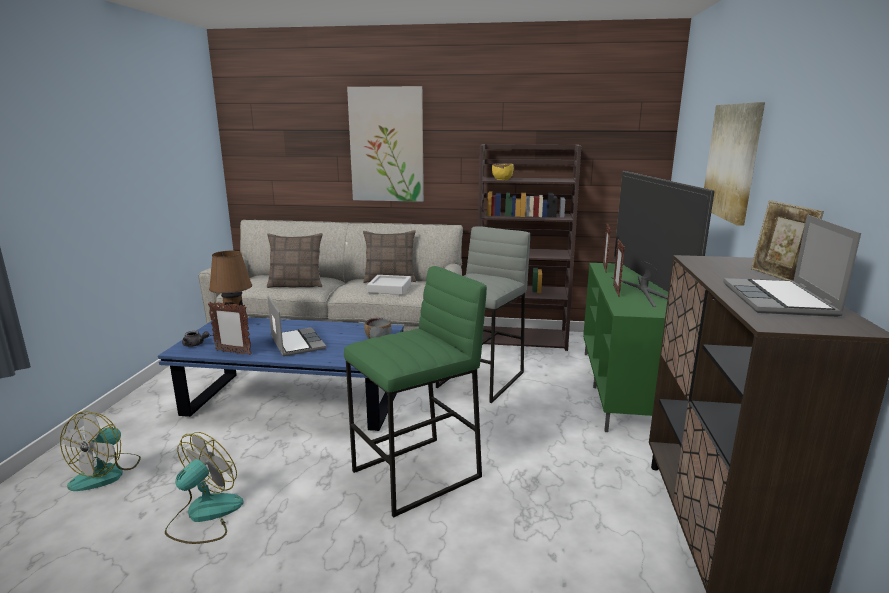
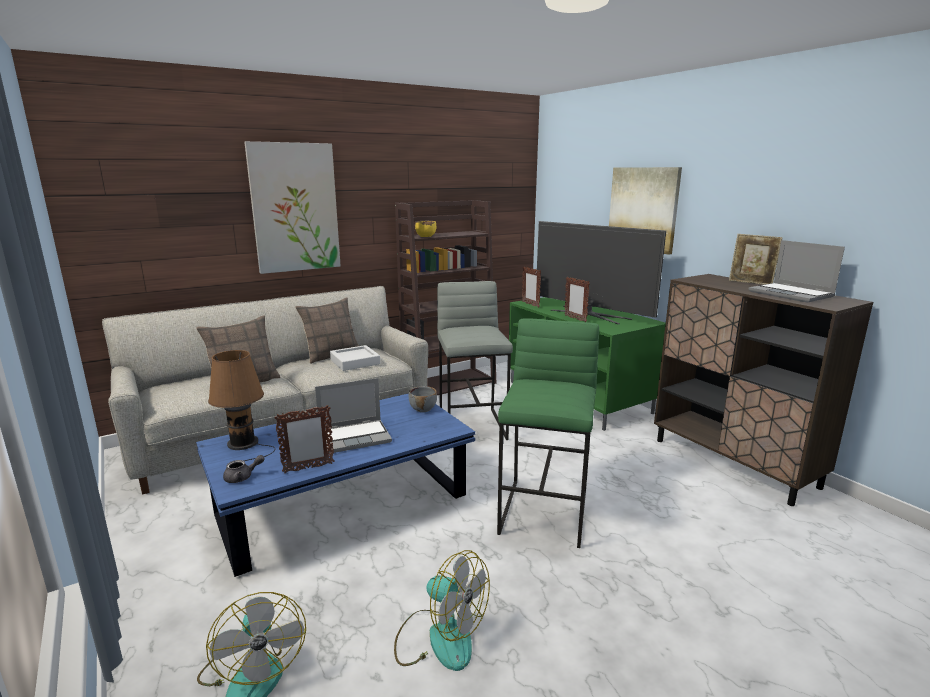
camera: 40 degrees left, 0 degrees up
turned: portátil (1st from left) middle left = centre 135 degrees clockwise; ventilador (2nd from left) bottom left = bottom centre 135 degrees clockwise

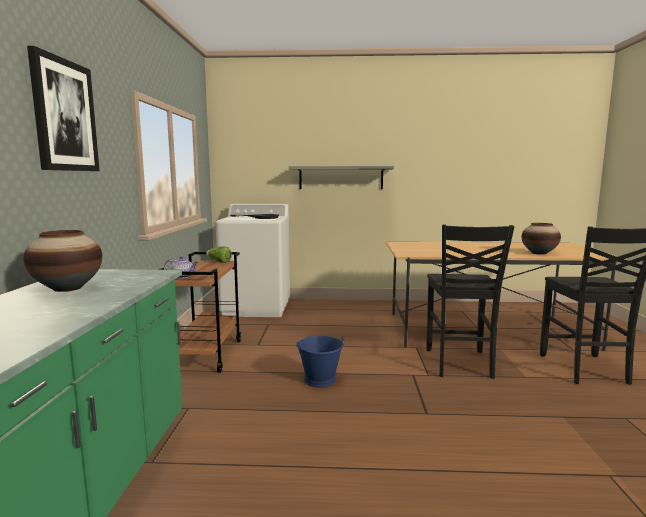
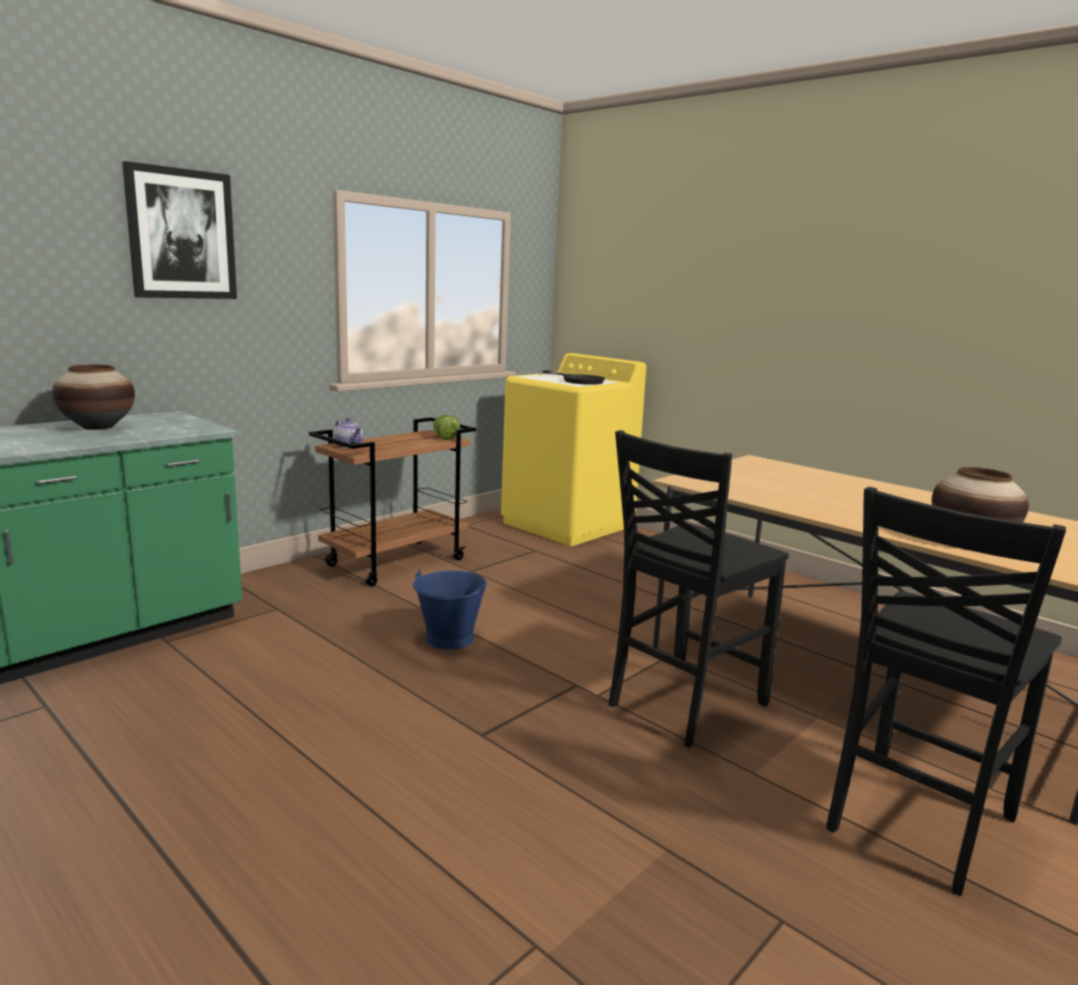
camera: 40 degrees right, 5 degrees up
removed: estante (gris) centre
recoloured: lavadora (blanco) centre to lavadora (amarillo) centre

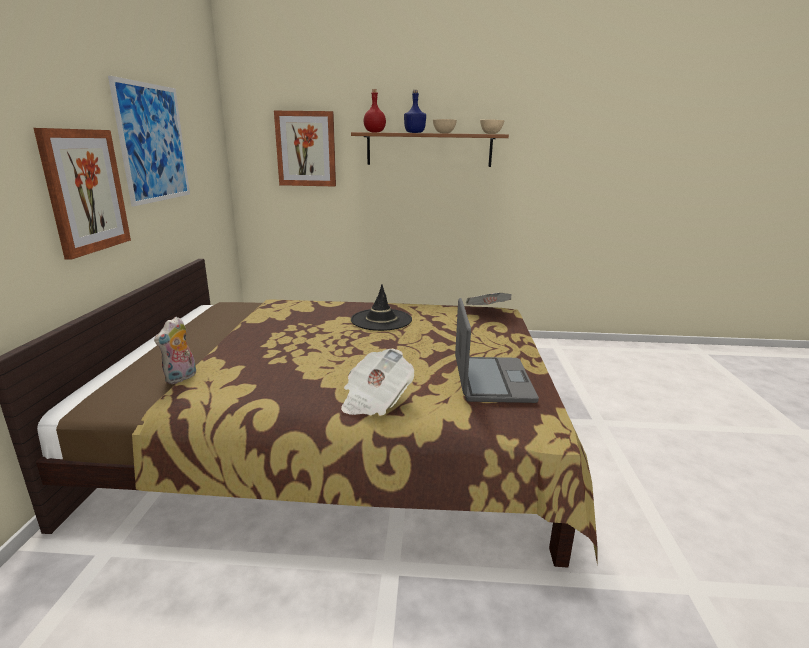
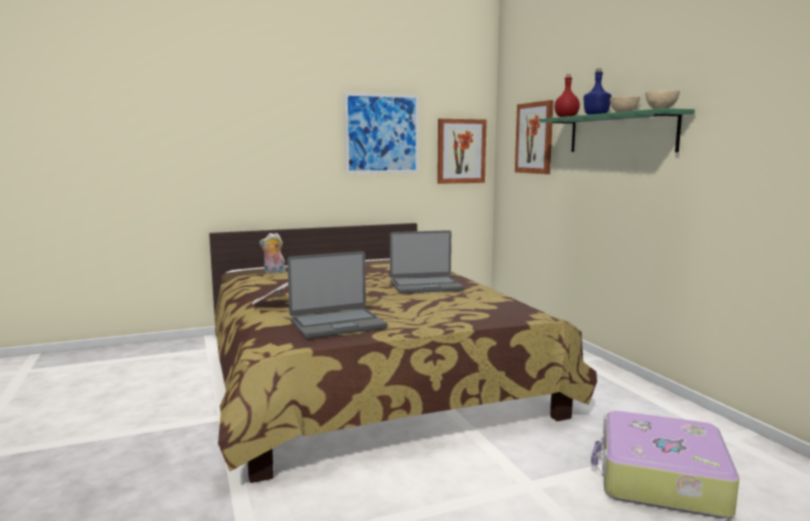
camera: 65 degrees right, 10 degrees down
removed: periódico (2nd from left) centre
added: maleta bottom right
moved: cuadro (1st from left in the first image) top left to cuadro (2nd from left) top centre
replaced: sombrero (negro) centre to portátil (2nd from left) centre
recoloured: estante (marrón) top centre to estante (verde) top right

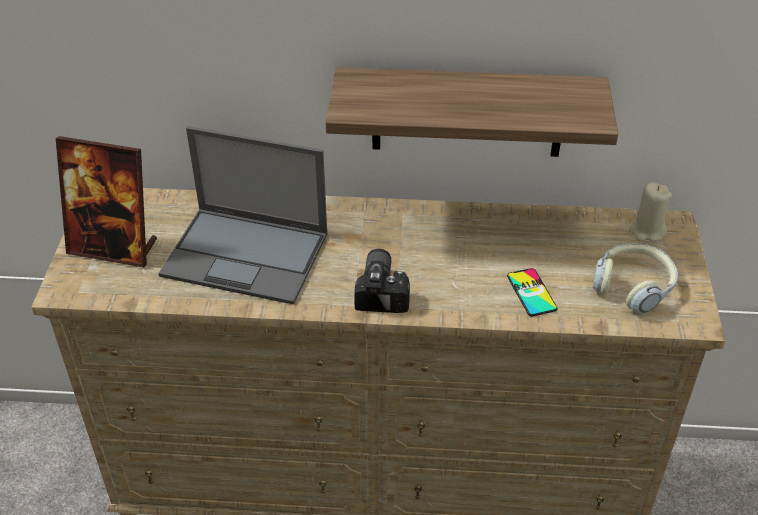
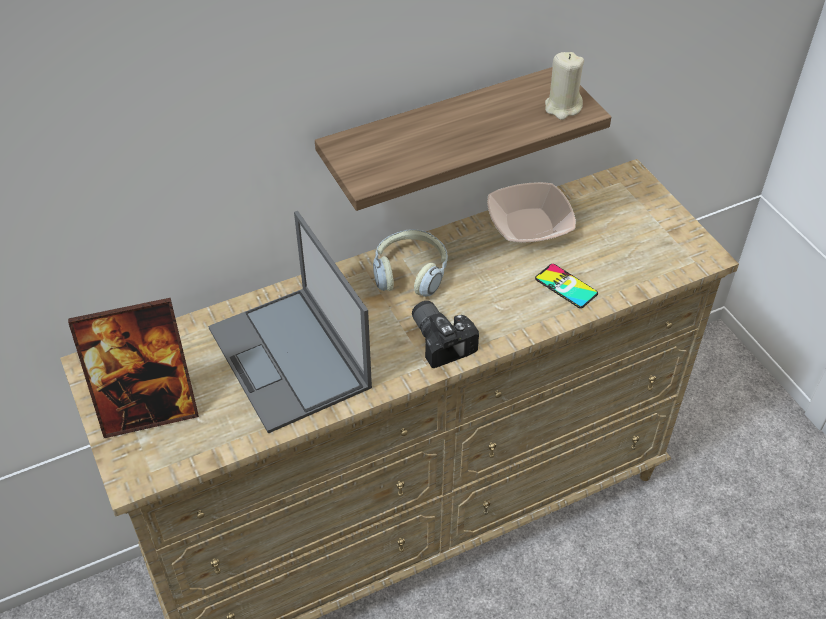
camera: 30 degrees left, 5 degrees up
added: cuenco centre
moved: vela (beis) middle right to top right; auriculares middle right to centre
turned: portátil middle left = centre 75 degrees clockwise

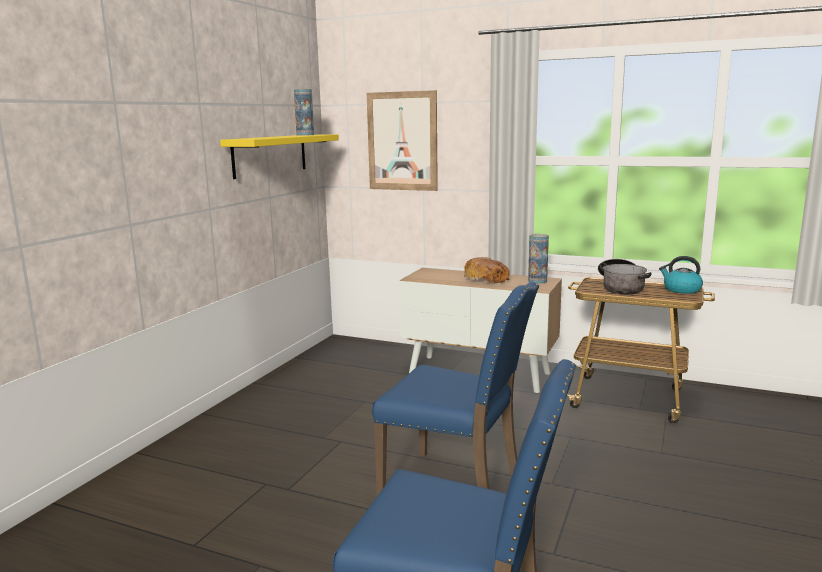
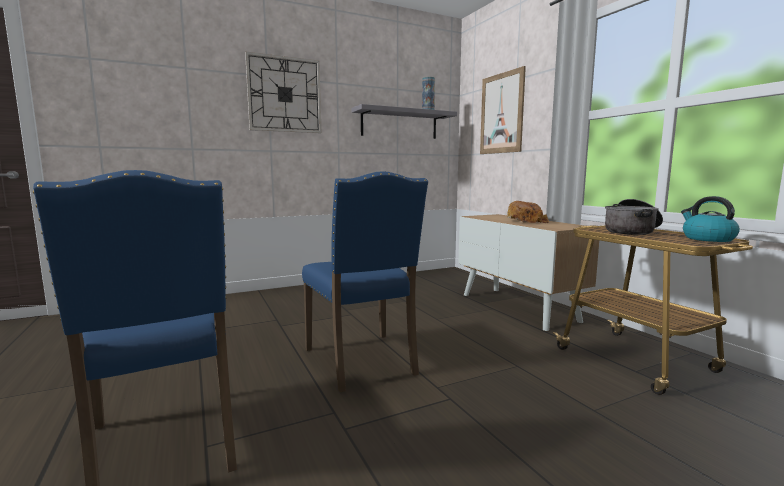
camera: 40 degrees right, 5 degrees down
removed: florero (2nd from left) centre
added: reloj de pared top centre
recoloured: estante (amarillo) top centre to estante (gris) top centre

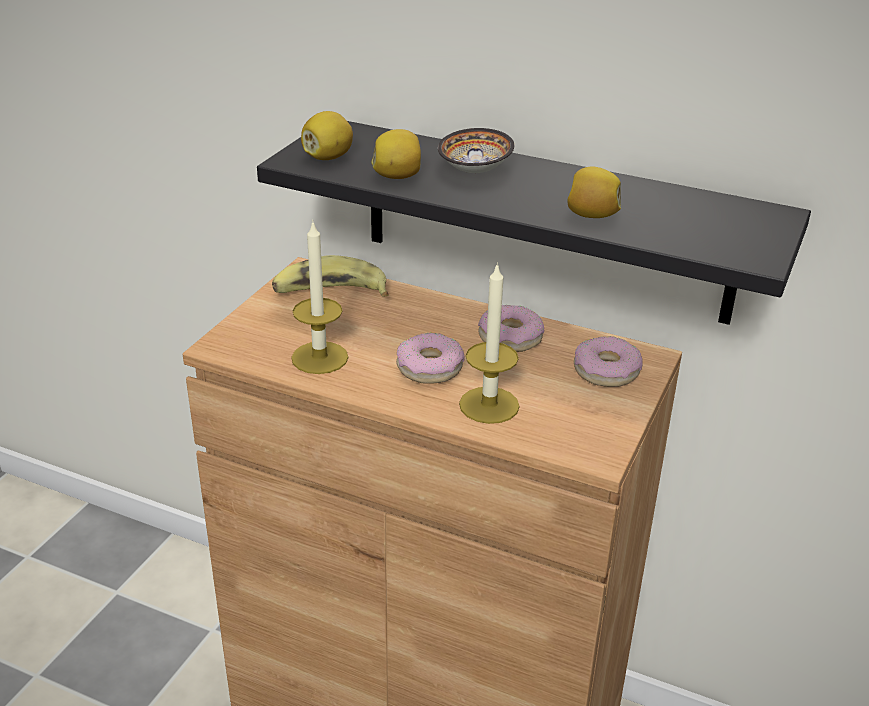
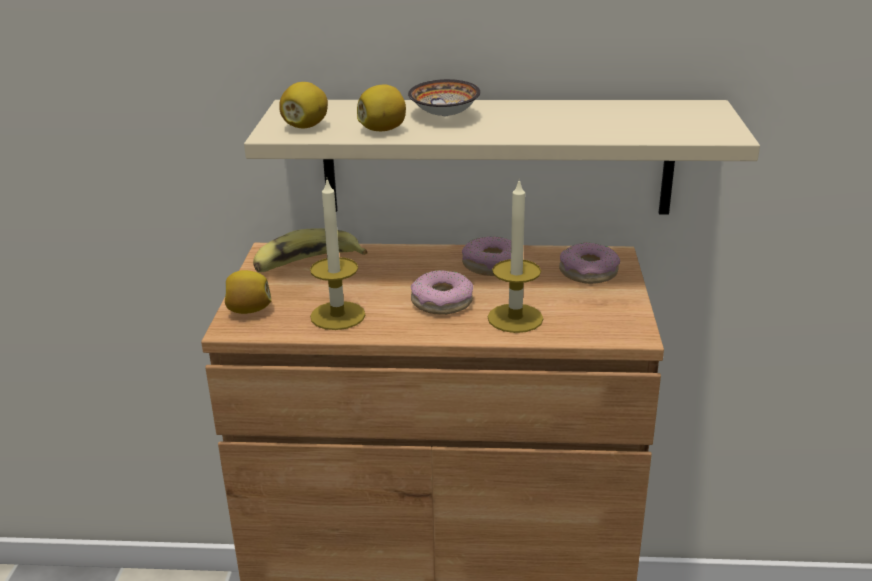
camera: 20 degrees left, 5 degrees down
moved: limón (3rd from left in the first image) top right to limón (1st from left) middle left
recoloured: estante (negro) top centre to estante (beis) top centre

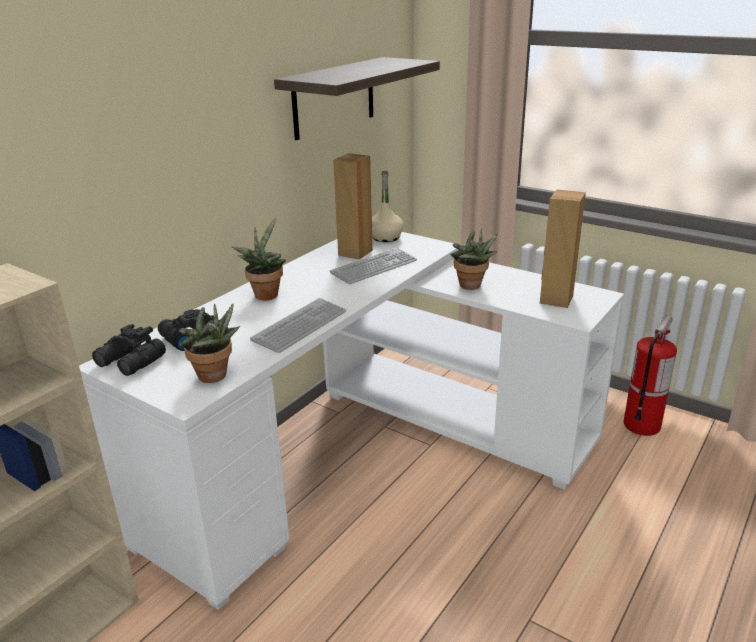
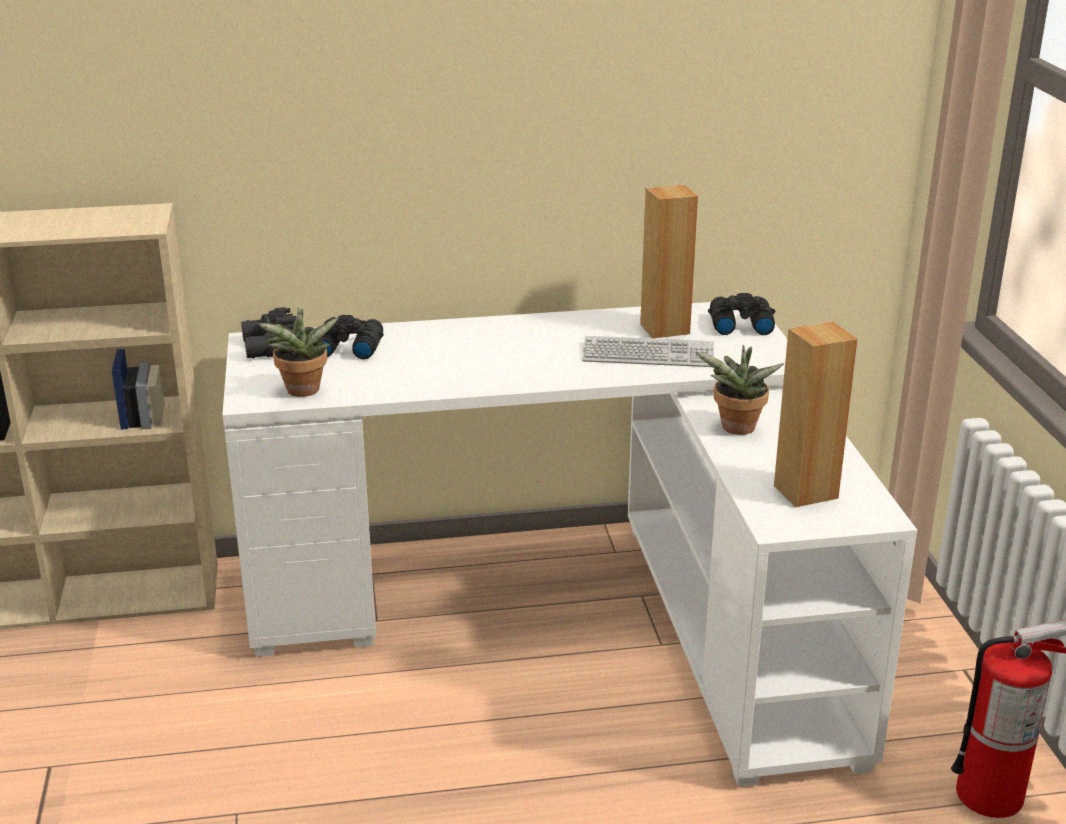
camera: 45 degrees right, 0 degrees up
removed: estante top centre; planta en maceta (2nd from left) centre; teclado (1st from left) centre
replaced: botella (beis) top centre to prismáticos (negro) (3rd from left) middle right

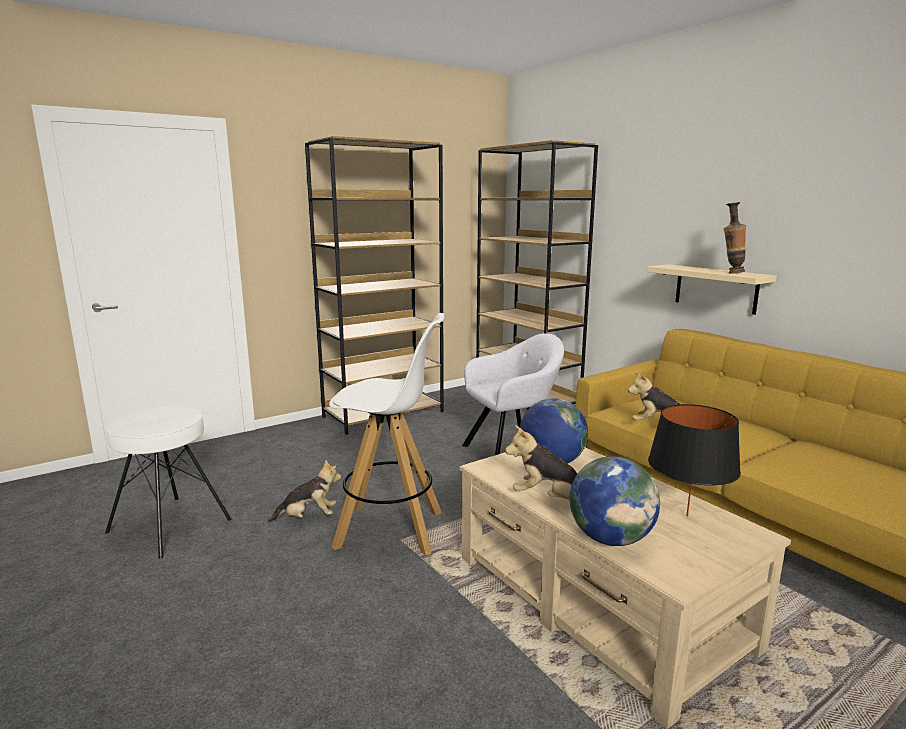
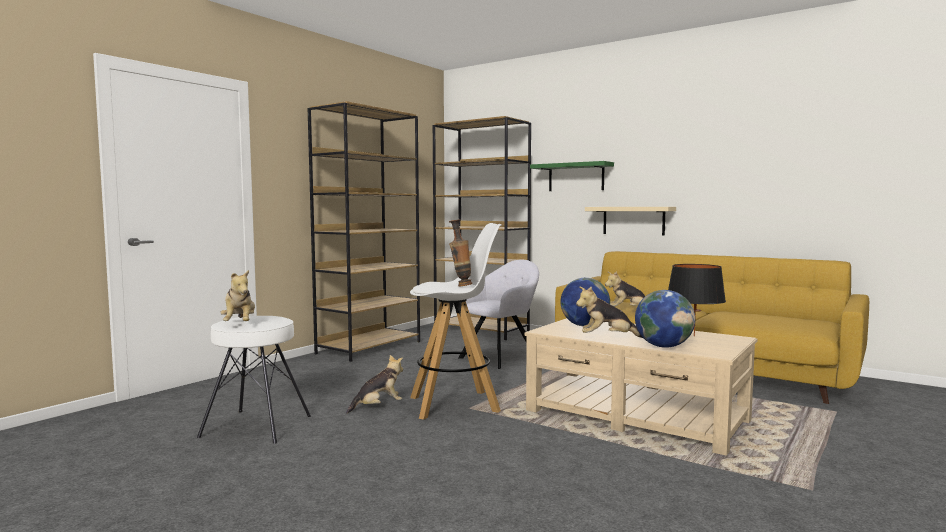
camera: 20 degrees left, 10 degrees down
added: estante (verde) top centre; peluche (1st from left) middle left
moved: florero top right to centre

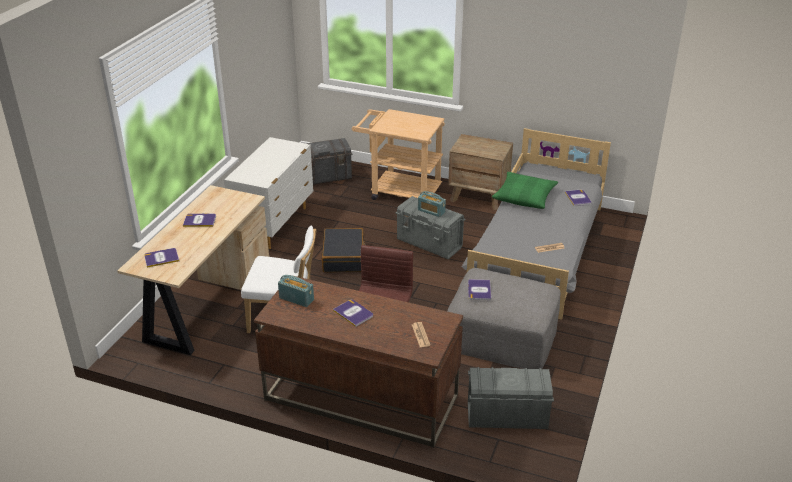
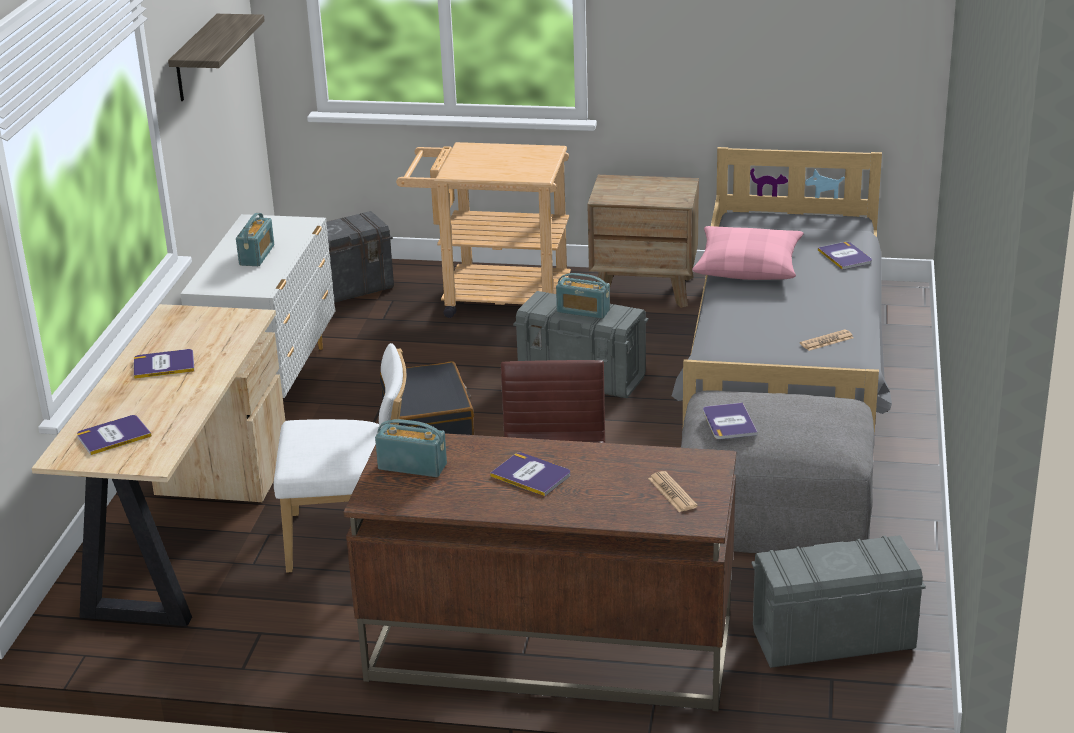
camera: 10 degrees left, 5 degrees down
added: estante top left; radio (1st from left) top left
recoloured: cojín (verde) centre to cojín (rosa) middle right

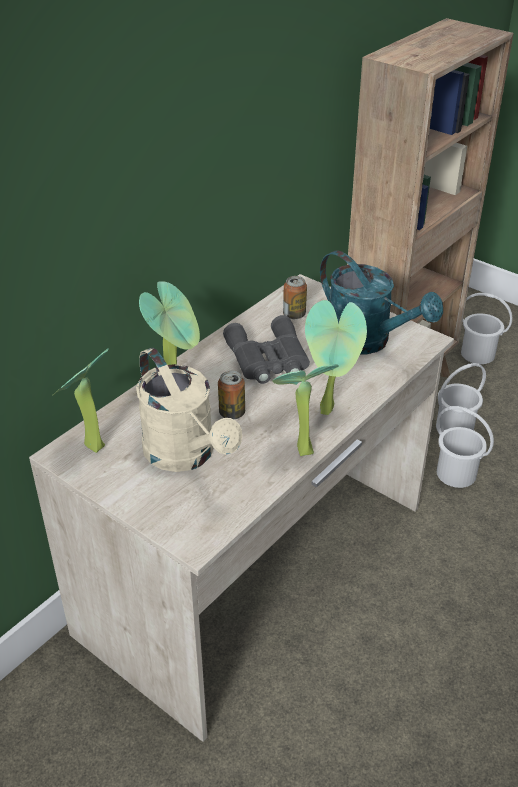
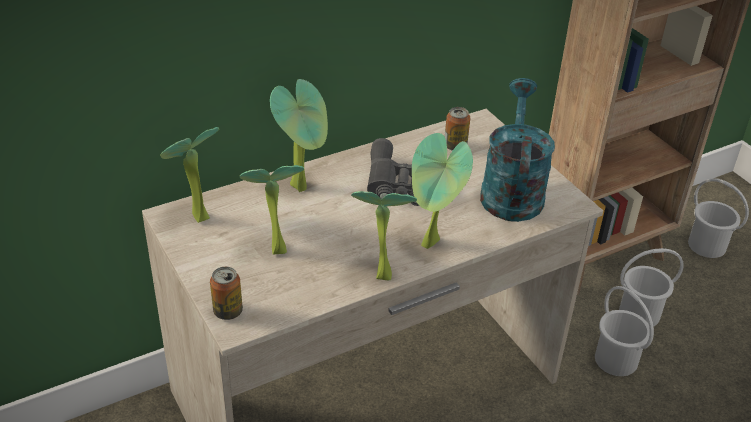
camera: 20 degrees right, 0 degrees up
moved: lata (1st from left) centre to bottom left
replaced: regadera (beis) centre to planta en maceta (2nd from left) centre
turned: regadera (turquesa) middle right = middle right 150 degrees counterclockwise

